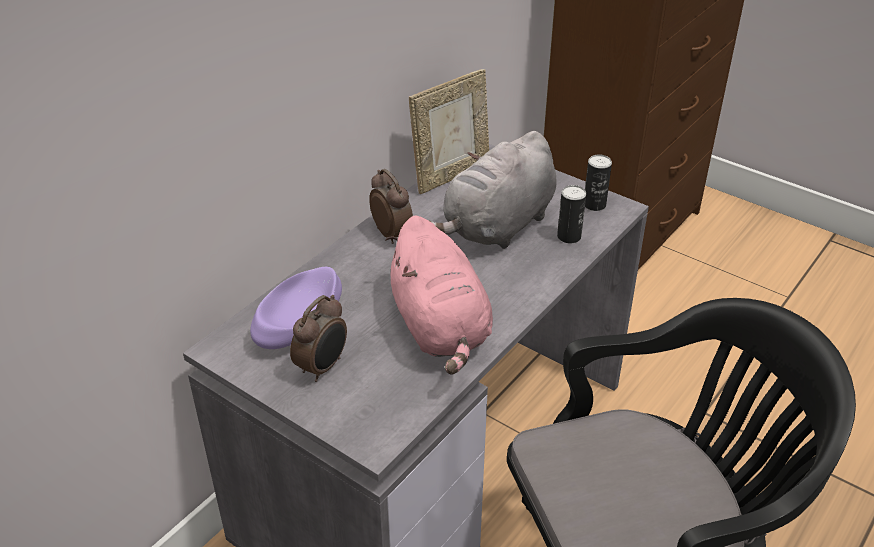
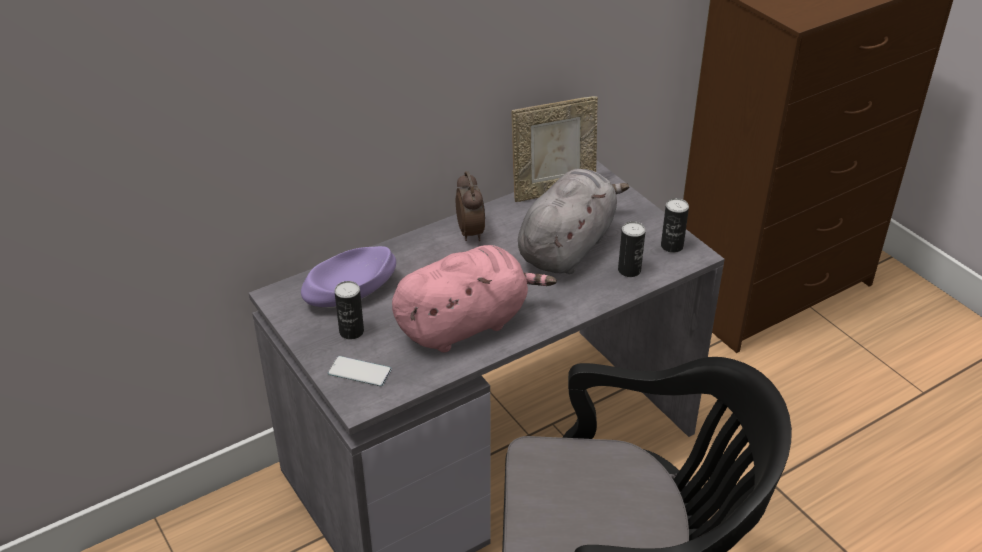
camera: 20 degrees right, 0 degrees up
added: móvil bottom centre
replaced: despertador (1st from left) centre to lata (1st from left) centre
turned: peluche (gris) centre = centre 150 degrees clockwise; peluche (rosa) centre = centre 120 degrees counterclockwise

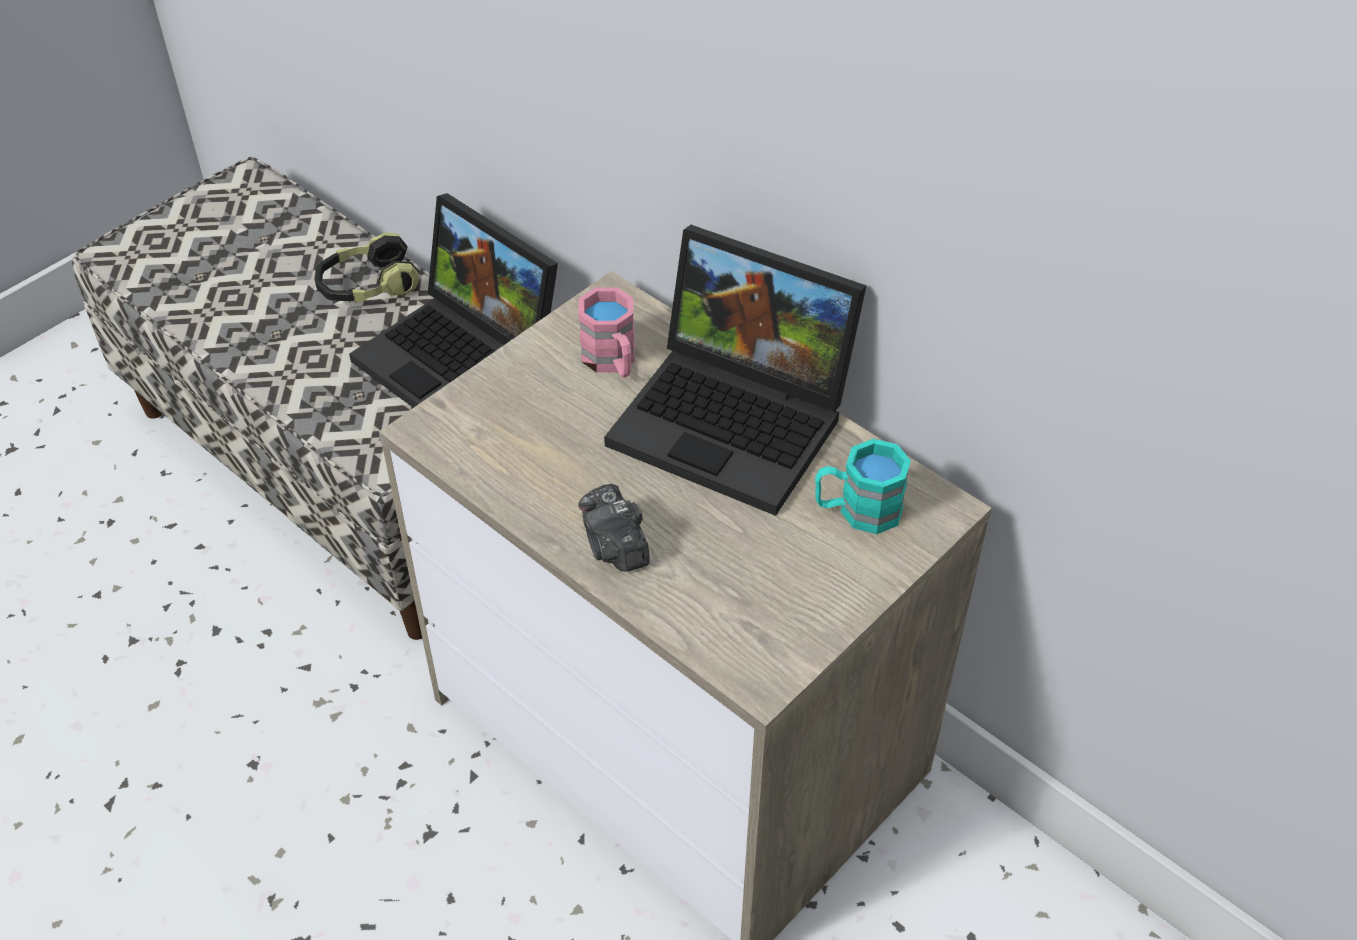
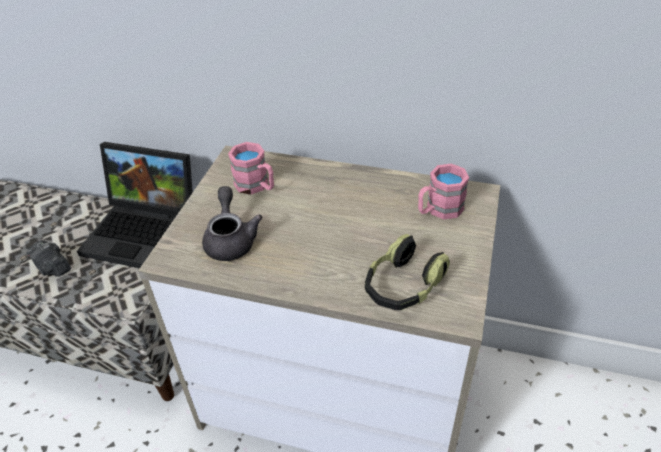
camera: 25 degrees left, 5 degrees down
removed: portátil (2nd from left) centre
added: tetera (gris) centre
moved: auriculares top left to centre; cámara centre to middle left
recoloured: taza grande (turquesa) centre to taza grande (rosa) (2nd from left) middle right

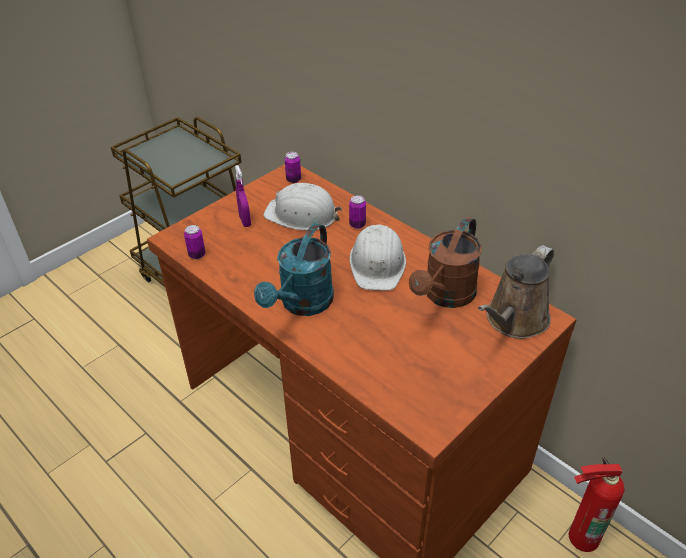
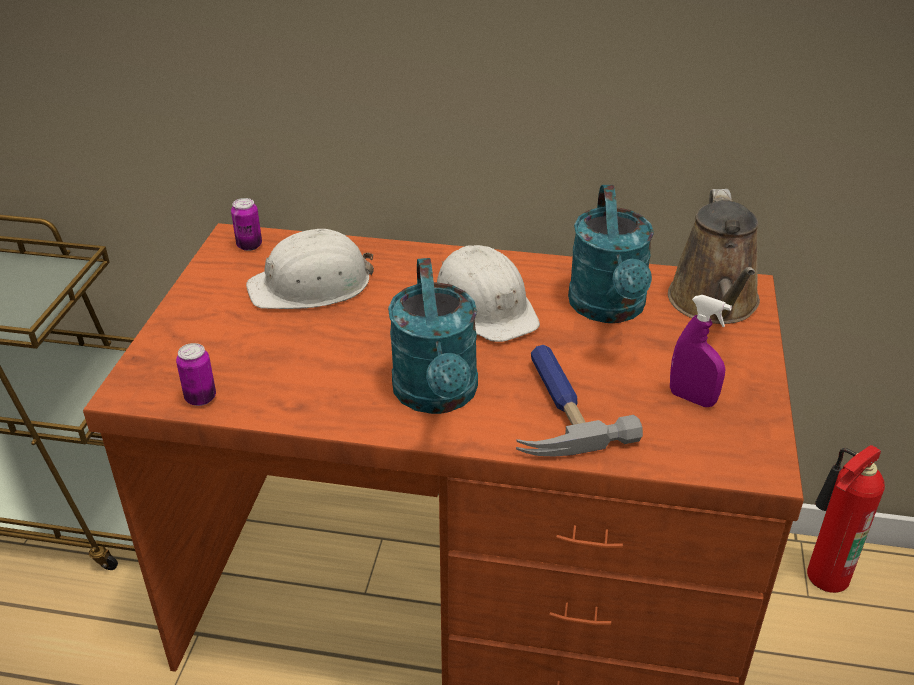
camera: 35 degrees left, 5 degrees down
removed: lata (3rd from left) centre
added: martillo centre
moved: pulverizador (morado) centre to middle right
recoloured: regadera (marrón) (1st from left) centre to regadera (turquesa) (2nd from left) middle right

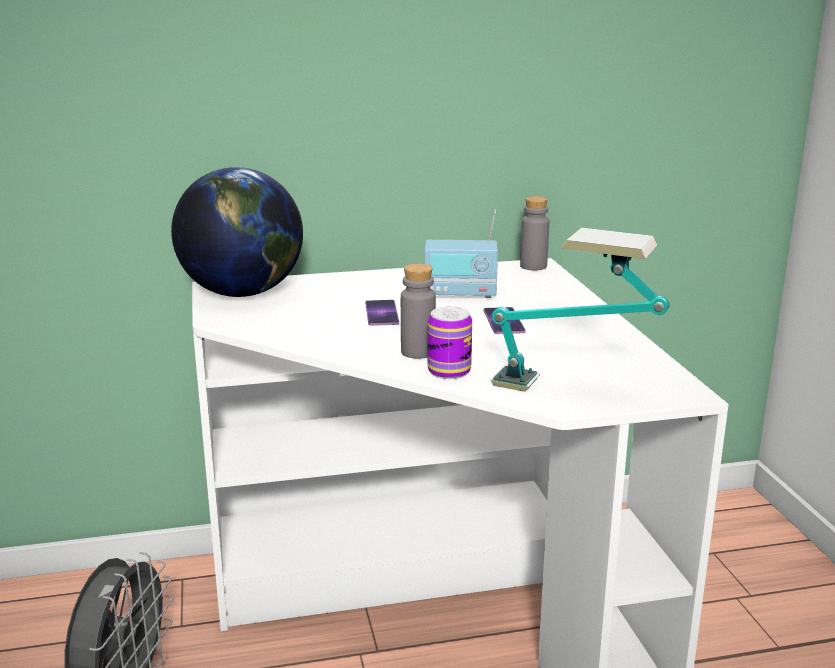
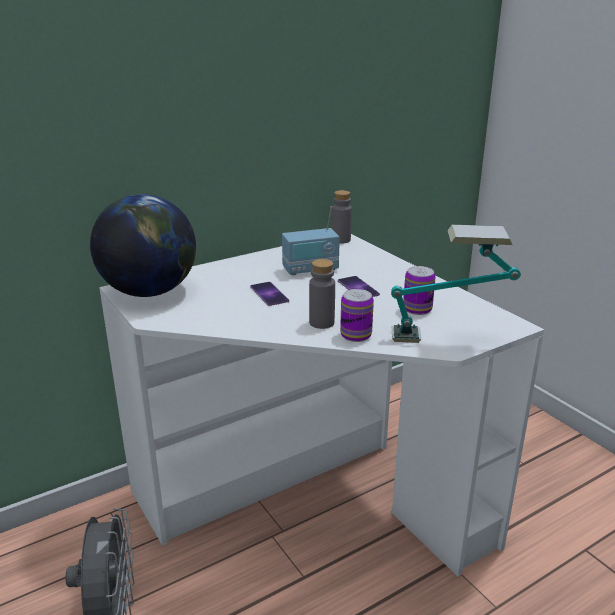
camera: 20 degrees left, 5 degrees up
added: lata (2nd from left) middle right

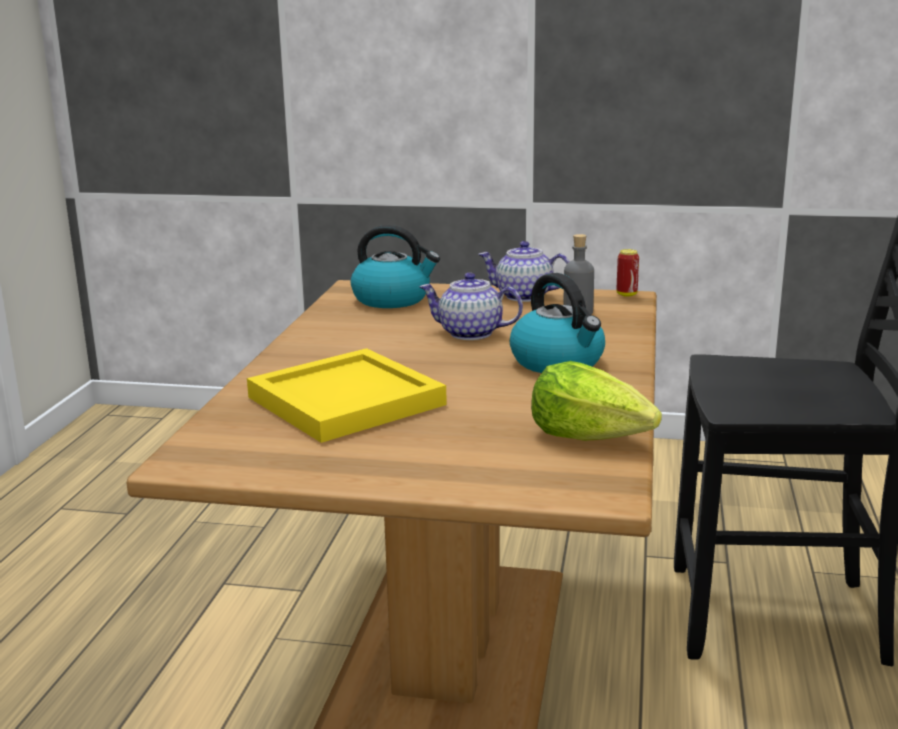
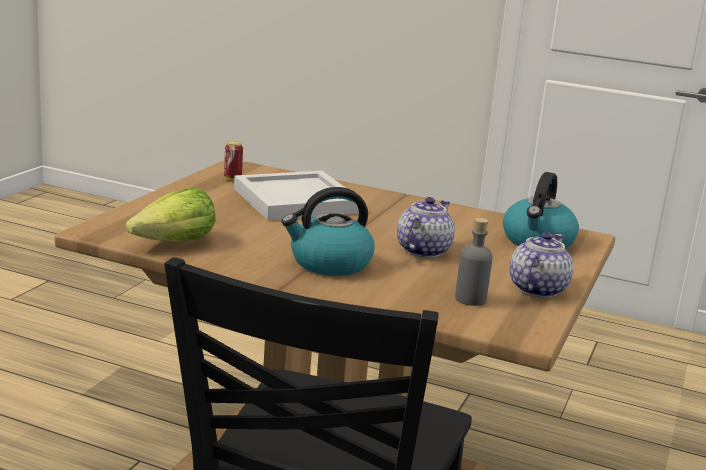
camera: 100 degrees right, 0 degrees up
moved: lata middle right to middle left
recoloured: bandeja (amarillo) centre to bandeja (blanco) centre

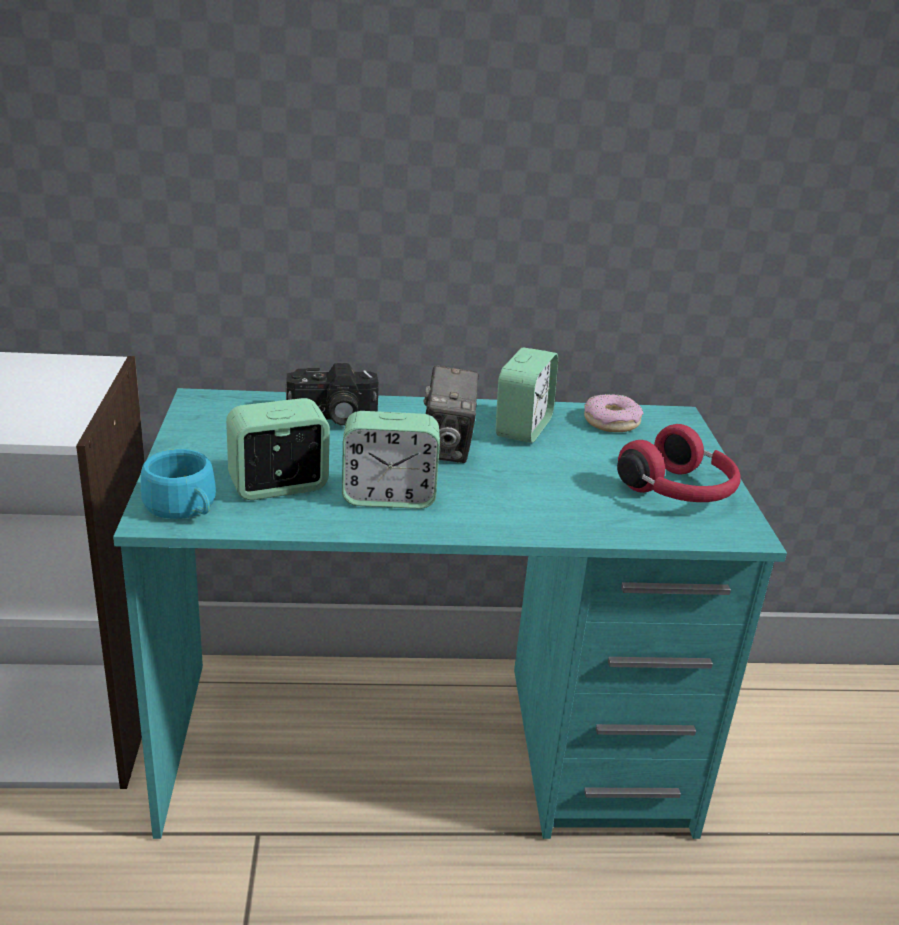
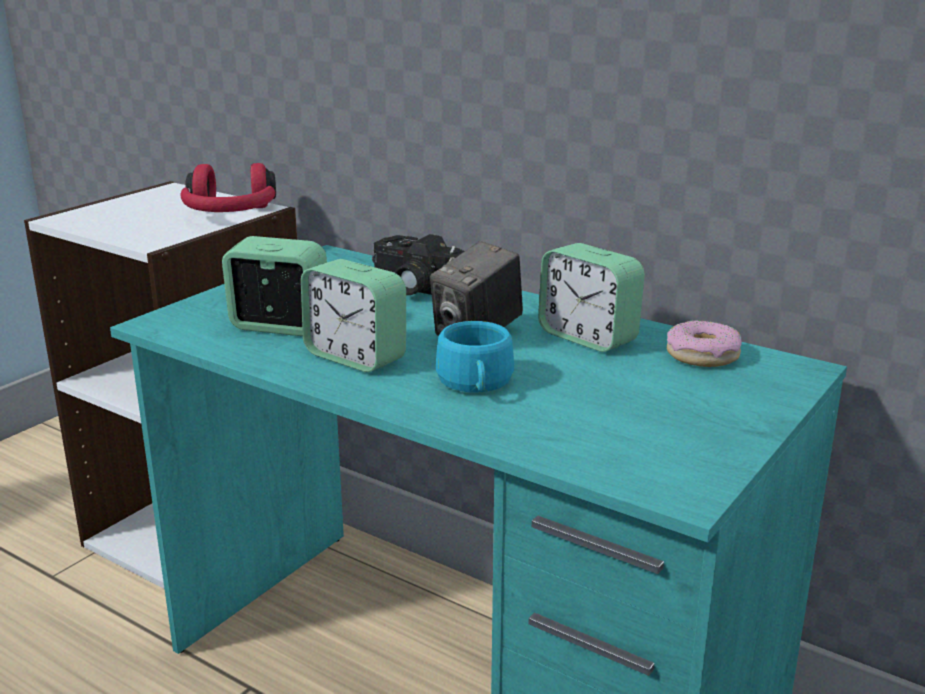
camera: 40 degrees right, 5 degrees down
moved: auriculares (rojo) middle right to top left; taza (turquesa) middle left to centre
turned: despertador (3rd from left) centre = centre 75 degrees clockwise

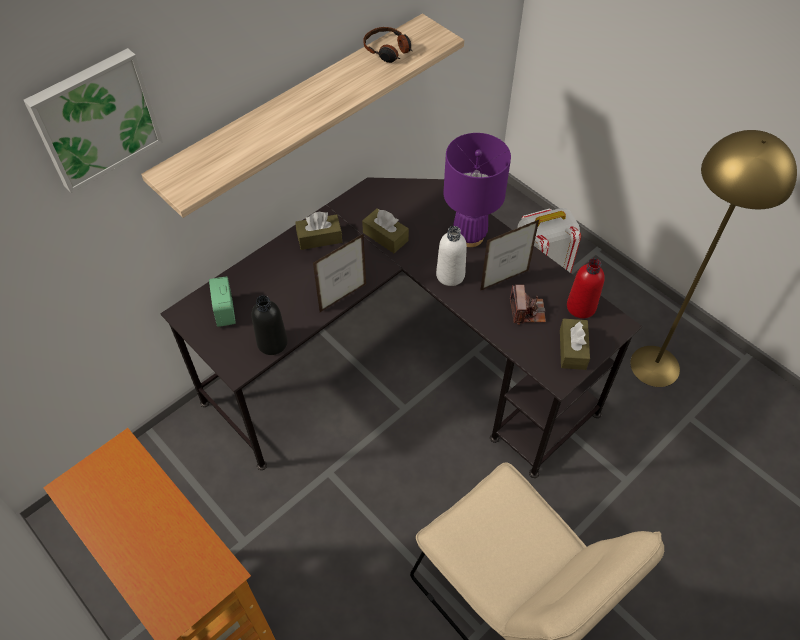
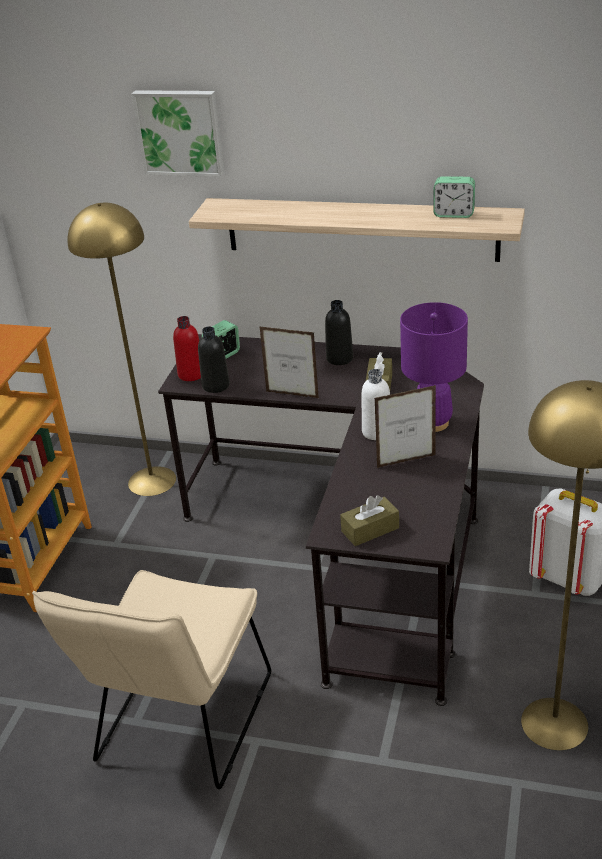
camera: 60 degrees right, 20 degrees down
removed: cámara centre
added: lámpara de pie (amarillo) (1st from left) middle left
moved: botella (rojo) middle right to middle left
replaced: auriculares top centre to despertador (2nd from left) top right; caja de pañuelos (marrón) (1st from left) centre to botella (negro) (2nd from left) centre
turned: portarretratos (2nd from left) centre = middle right 135 degrees clockwise

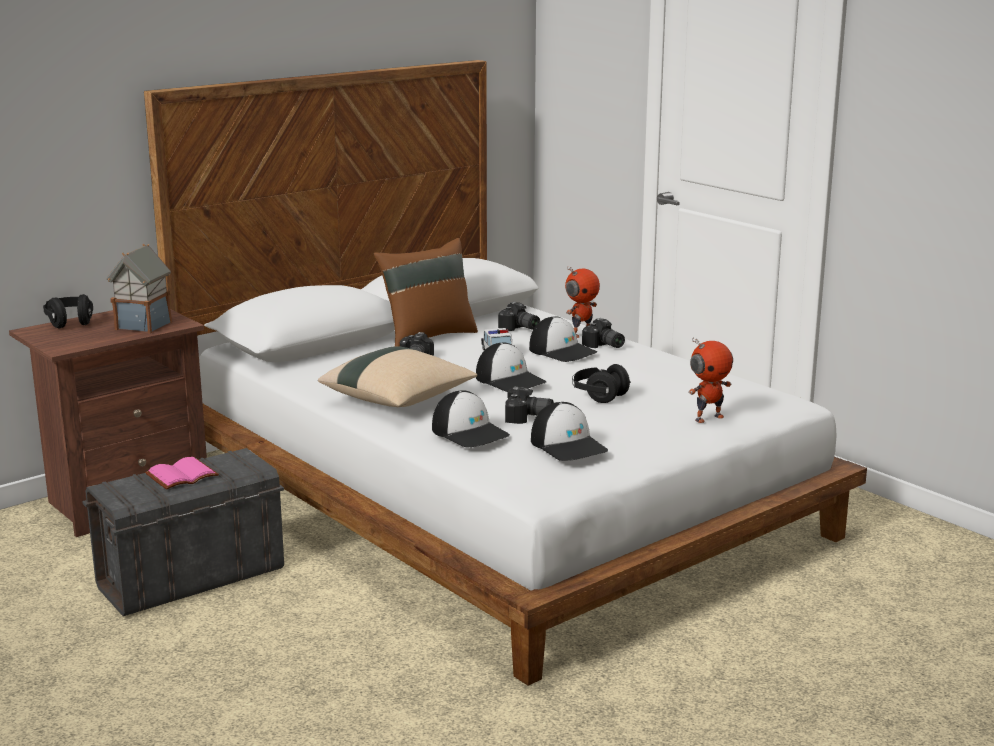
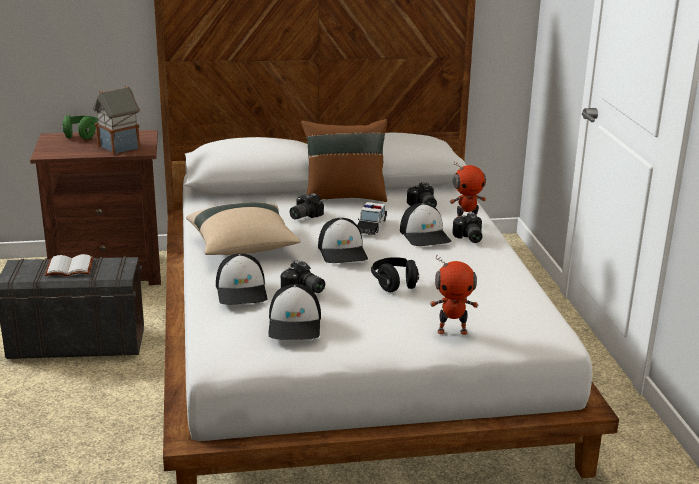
camera: 30 degrees right, 5 degrees up
recoloured: auriculares (negro) (1st from left) middle left to auriculares (verde) top left; libro (rosa) middle left to libro (blanco) middle left

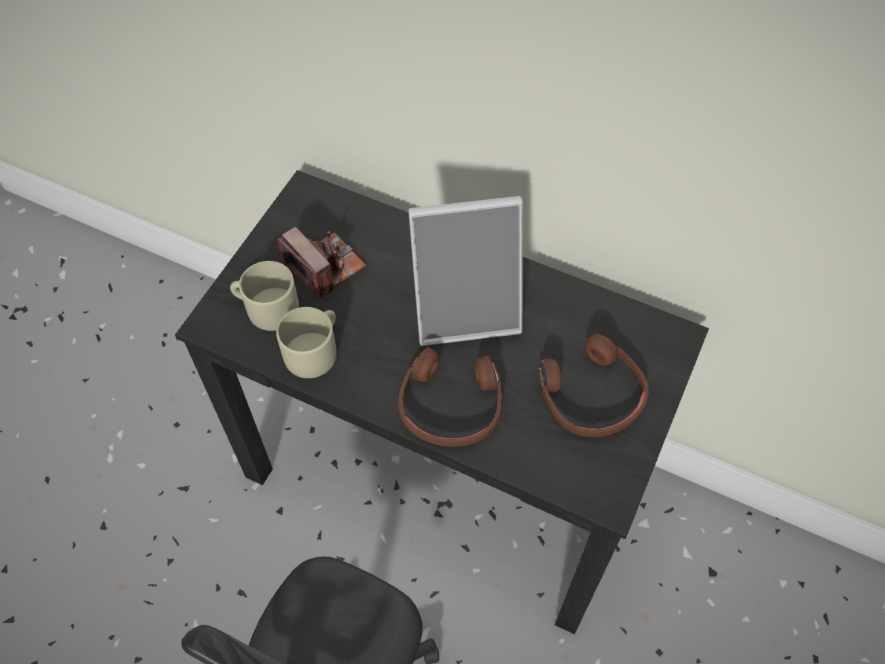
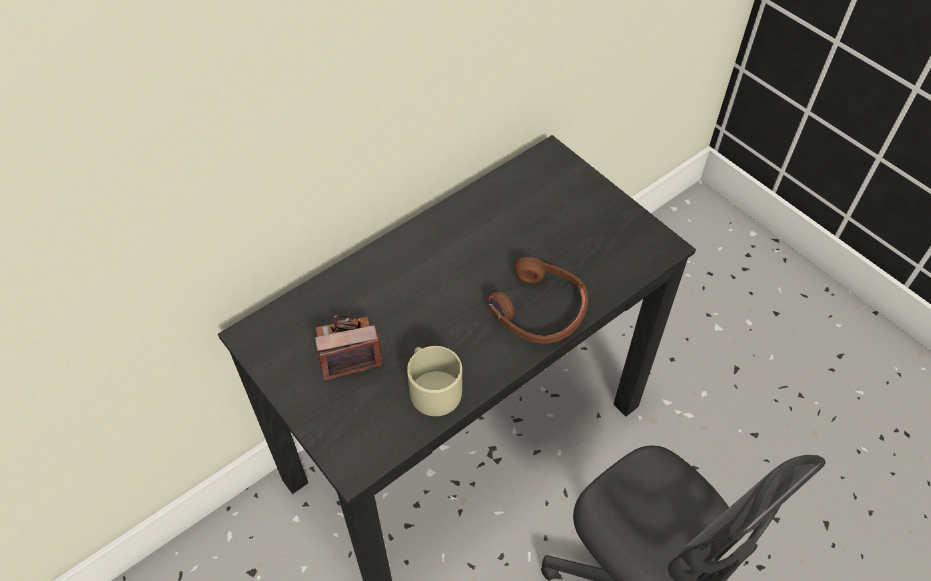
camera: 65 degrees left, 5 degrees down
removed: portarretratos centre; taza grande (beis) (1st from left) middle left; auriculares (marrón) (2nd from left) middle right

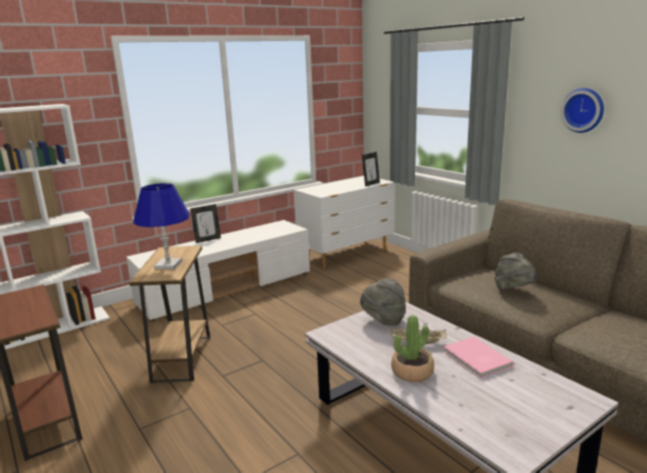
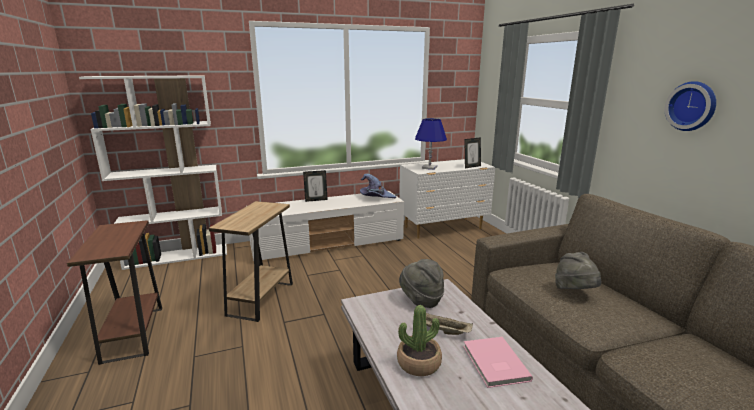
camera: 15 degrees right, 0 degrees up
added: sombrero (morado) centre
moved: lámpara de mesa (azul) middle left to centre

